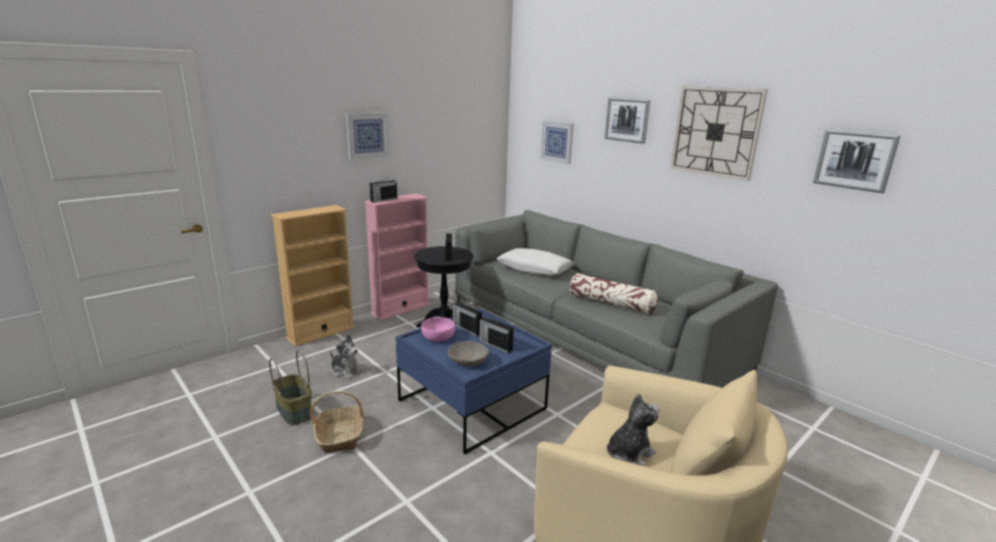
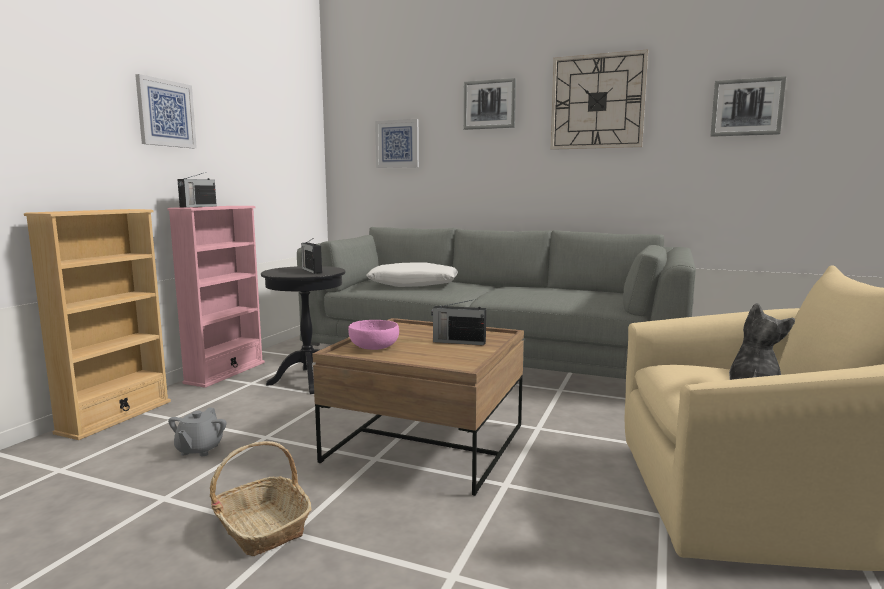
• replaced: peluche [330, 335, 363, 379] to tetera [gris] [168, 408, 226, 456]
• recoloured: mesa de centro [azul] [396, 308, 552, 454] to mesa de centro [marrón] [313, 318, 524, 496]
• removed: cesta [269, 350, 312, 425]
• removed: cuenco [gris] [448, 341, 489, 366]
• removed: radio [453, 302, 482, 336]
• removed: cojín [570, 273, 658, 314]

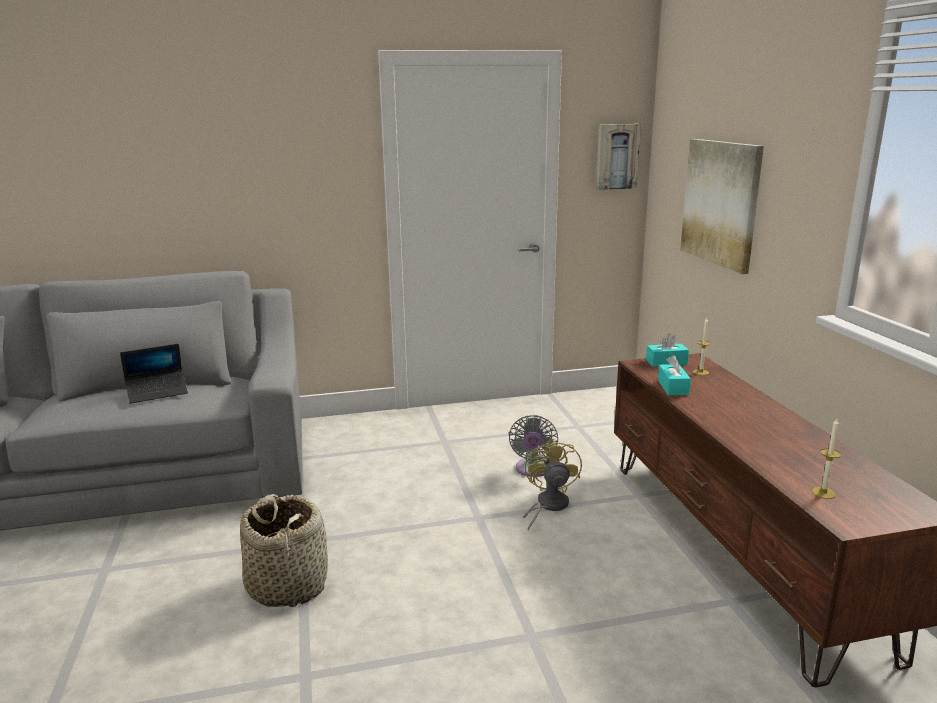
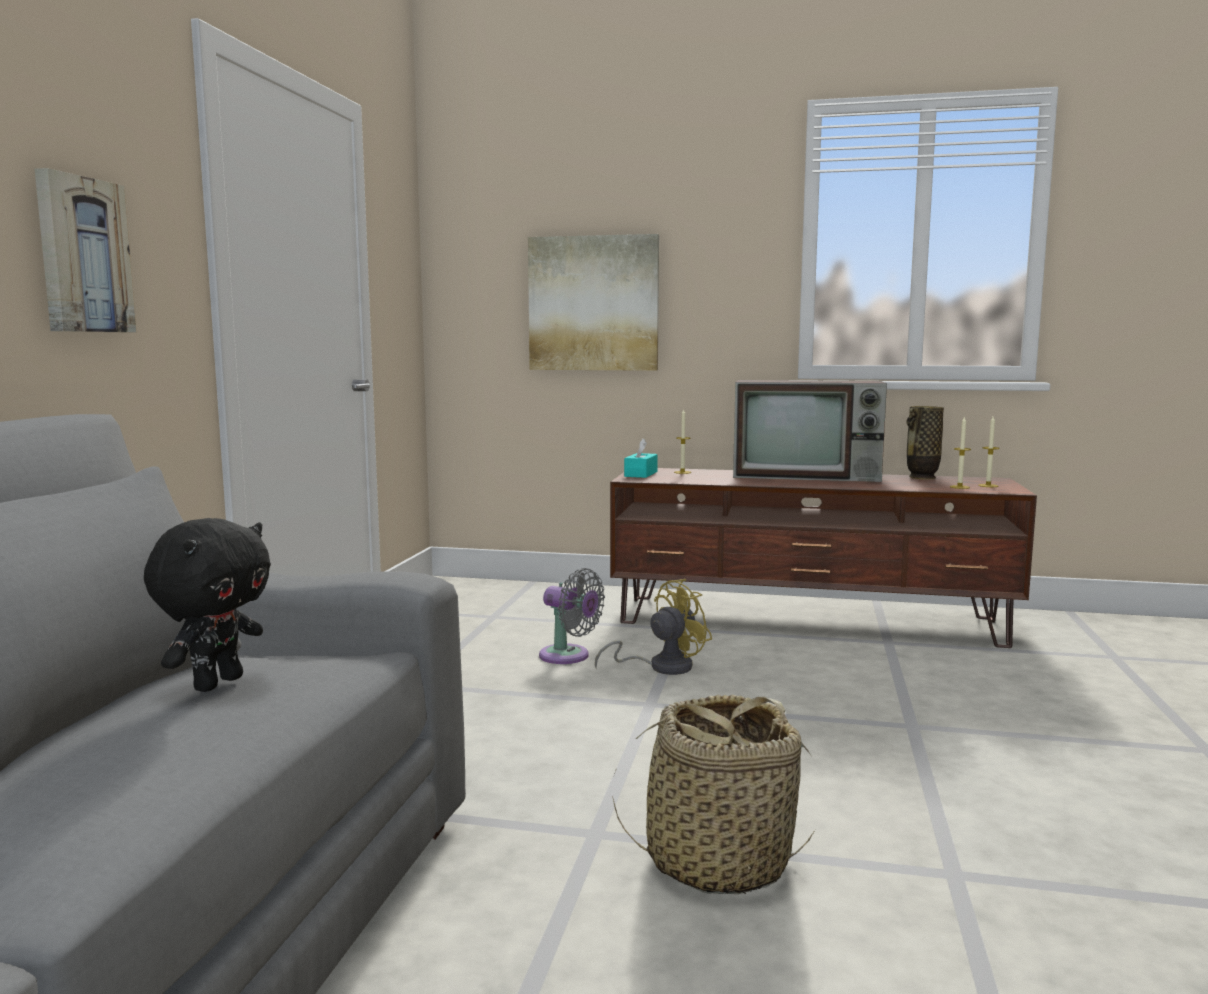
• moved: cuadro [596, 124, 641, 190] to [35, 168, 136, 332]
• replaced: portátil [120, 344, 188, 404] to peluche [negro] [144, 518, 271, 692]
• turned: ventilador [amarillo] [523, 438, 582, 531] = [595, 579, 712, 675] 120 degrees clockwise
• added: televisor [733, 380, 887, 482]
• added: florero [906, 406, 944, 480]
• added: vela [978, 416, 1000, 487]
• removed: caja de pañuelos [turquesa] [658, 355, 691, 395]

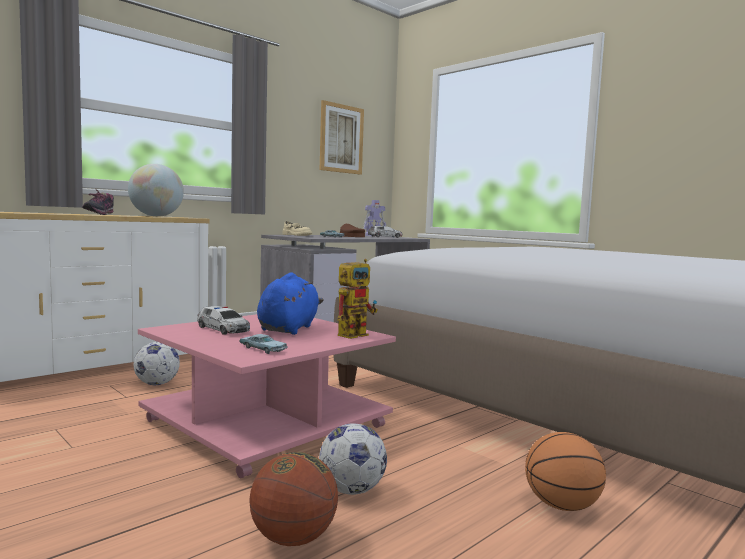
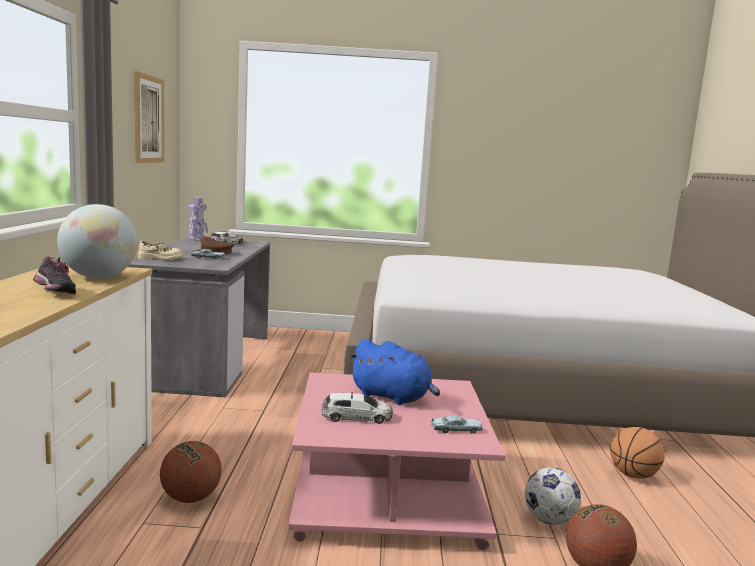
• replaced: balón de fútbol [134, 342, 180, 385] to balón de baloncesto [160, 441, 222, 503]
• turned: peluche [azul] [257, 273, 324, 335] = [349, 339, 440, 405] 150 degrees clockwise
• removed: robot de juguete [337, 259, 378, 339]

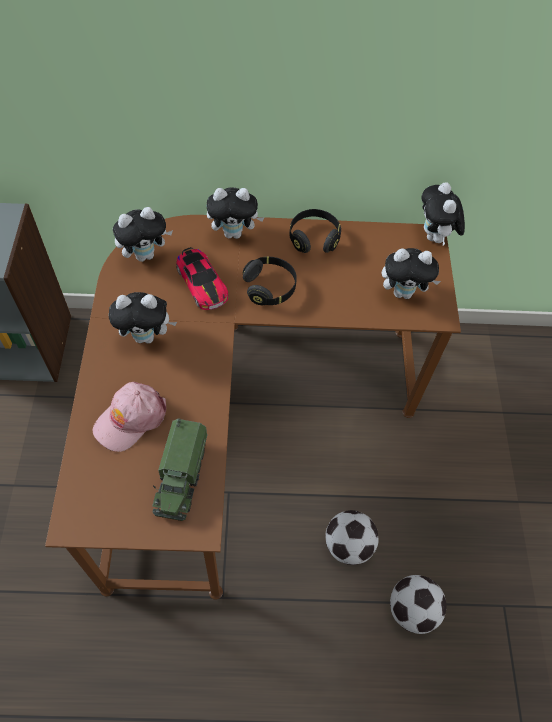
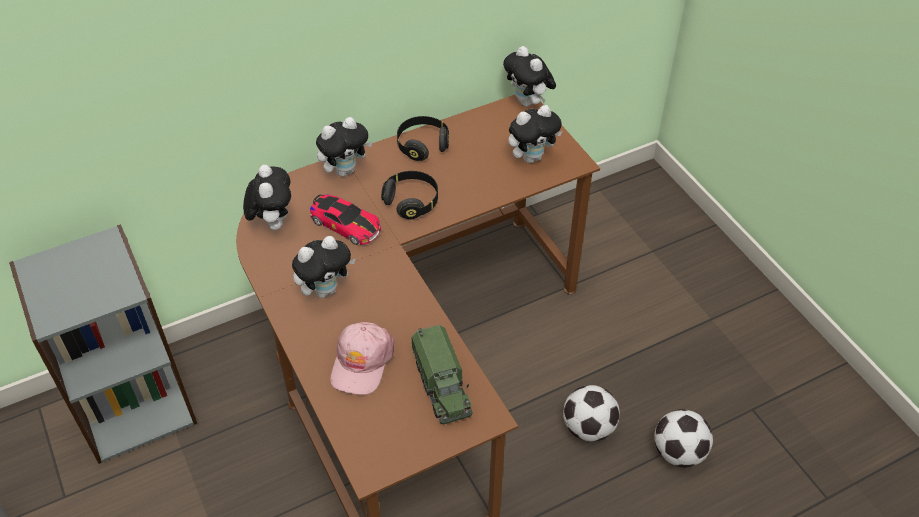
• turned: peluche [113, 207, 173, 262] = [243, 165, 291, 230] 45 degrees counterclockwise

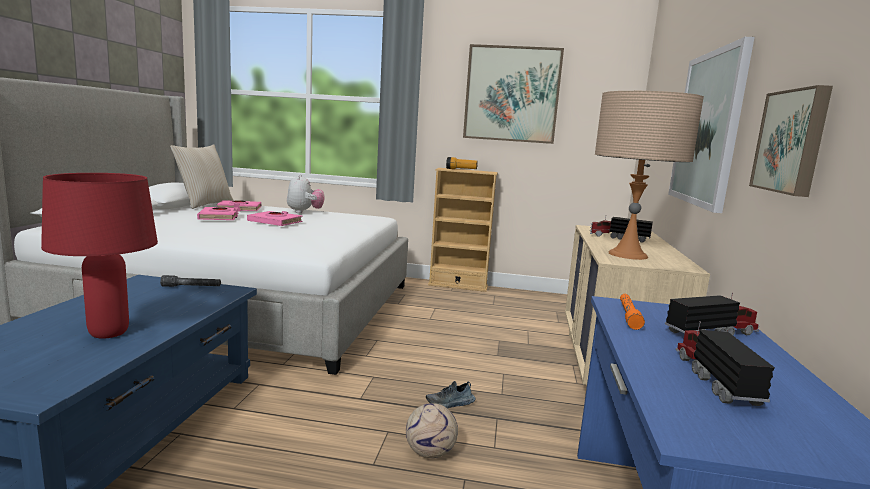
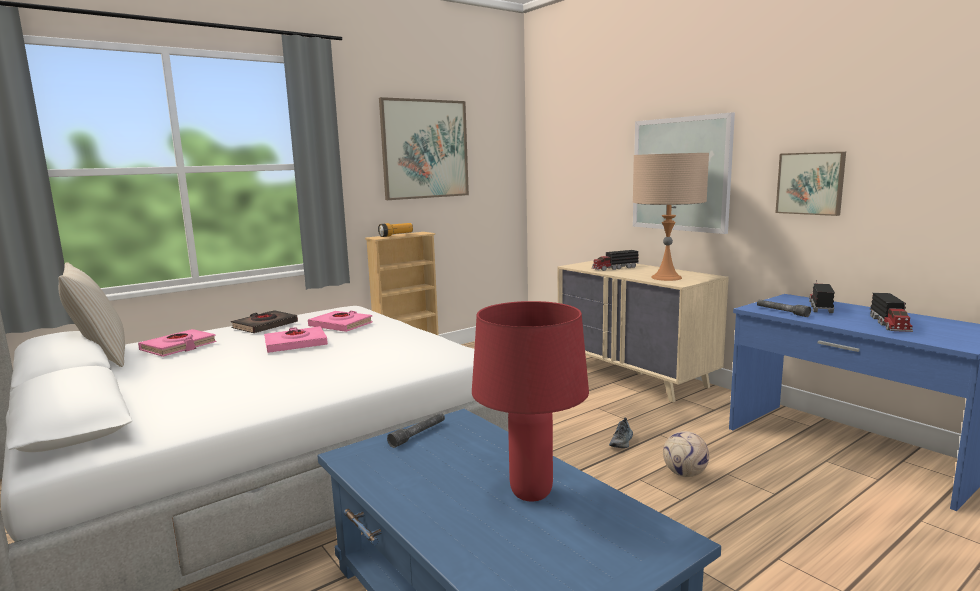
• replaced: peluche [287, 174, 325, 213] to libro [negro] [231, 310, 298, 333]
• moved: libro [rosa] [197, 207, 239, 220] to [308, 310, 373, 332]
• recoloured: linterna [naranja] [620, 294, 645, 330] to linterna [gris] [757, 300, 811, 317]
• turned: camión de juguete [676, 321, 775, 406] = [870, 293, 913, 332] 120 degrees counterclockwise

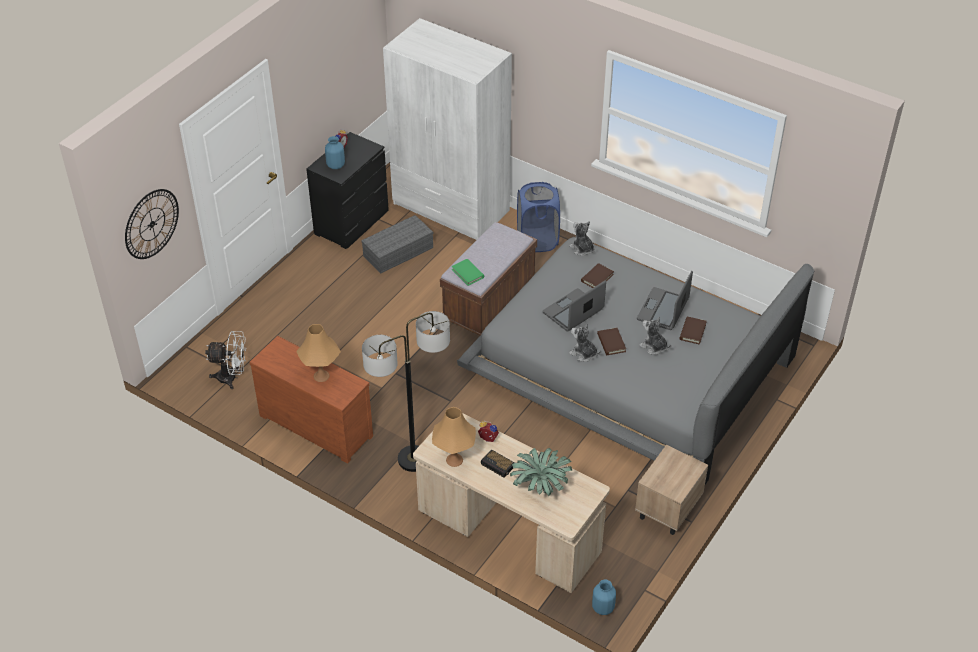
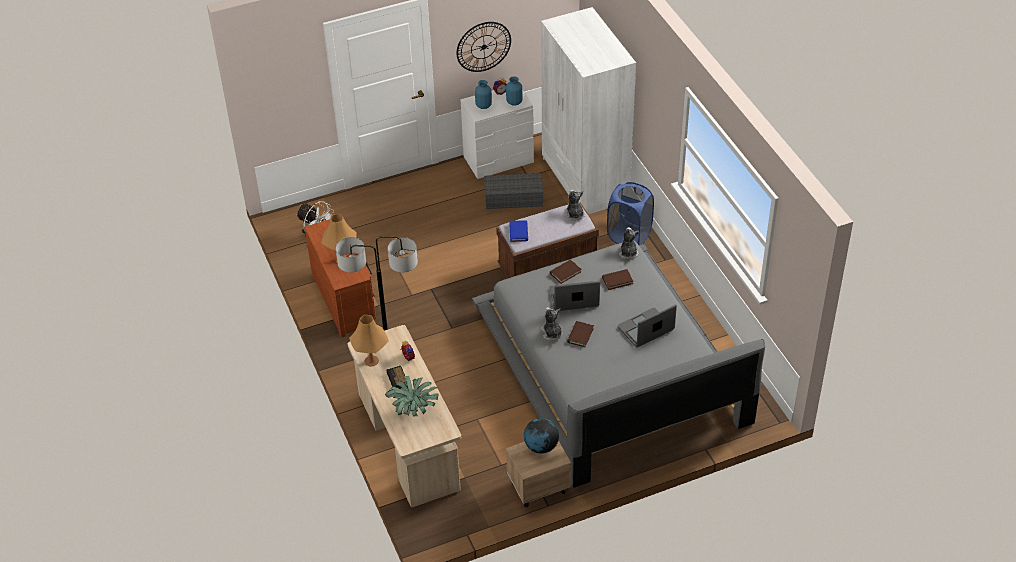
• moved: reloj de pared [125, 189, 179, 259] to [457, 22, 511, 72]
• recoloured: cómoda [negro] [306, 132, 389, 249] to cómoda [blanco] [460, 90, 534, 179]
• moved: florero [azul] [592, 580, 616, 615] to [506, 76, 523, 105]
• recoloured: libro [verde] [451, 259, 484, 286] to libro [azul] [509, 220, 528, 242]
• added: globo terráqueo [524, 418, 559, 454]
• moved: libro [marrón] [680, 316, 707, 345] to [550, 259, 581, 284]
• moved: peluche [639, 317, 671, 355] to [565, 190, 585, 221]

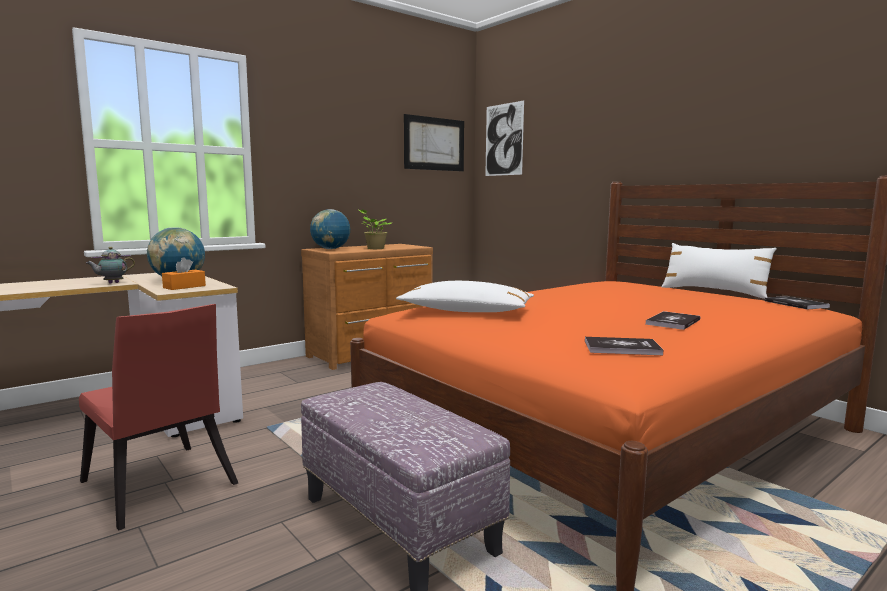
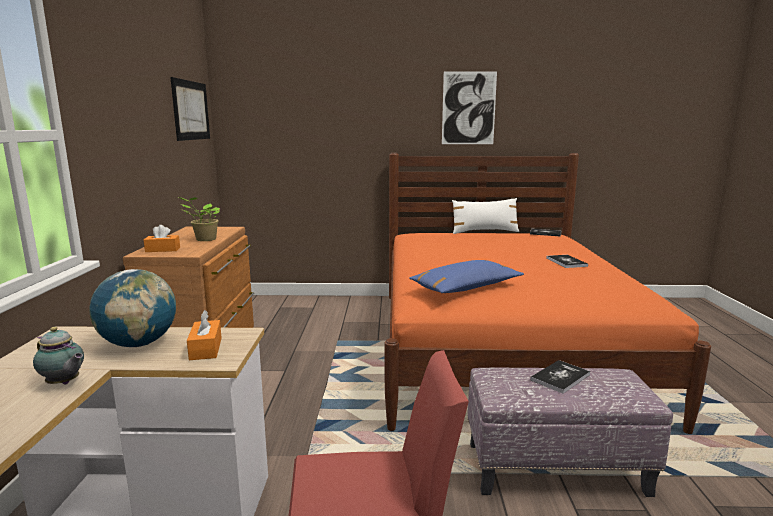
• turned: tetera [86, 247, 135, 284] = [33, 327, 84, 384] 60 degrees counterclockwise
• replaced: globo terráqueo [310, 209, 350, 249] to caja de pañuelos [naranja] [144, 225, 180, 252]
• recoloured: cojín [blanco] [396, 281, 534, 312] to cojín [azul] [409, 260, 524, 293]
• moved: cuadro [485, 101, 524, 176] to [442, 72, 497, 144]
• moved: libro [585, 337, 664, 355] to [531, 360, 590, 394]

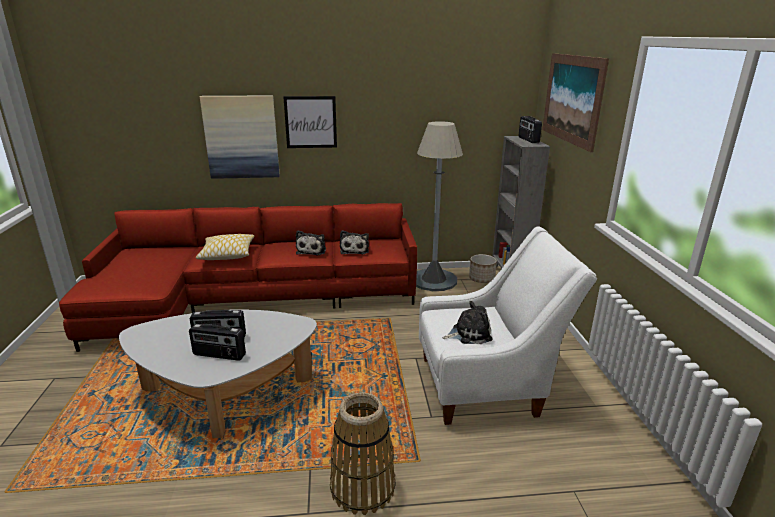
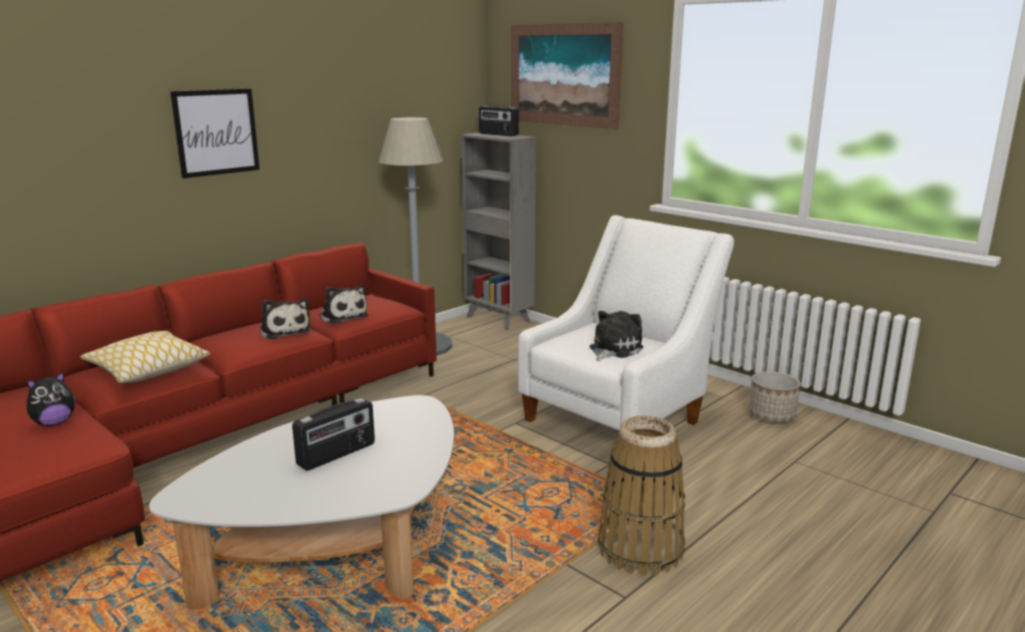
• added: peluche [27, 371, 75, 426]
• moved: maceta [469, 254, 497, 283] to [749, 371, 800, 423]
• removed: radio [189, 324, 246, 361]
• removed: cuadro [200, 96, 280, 179]

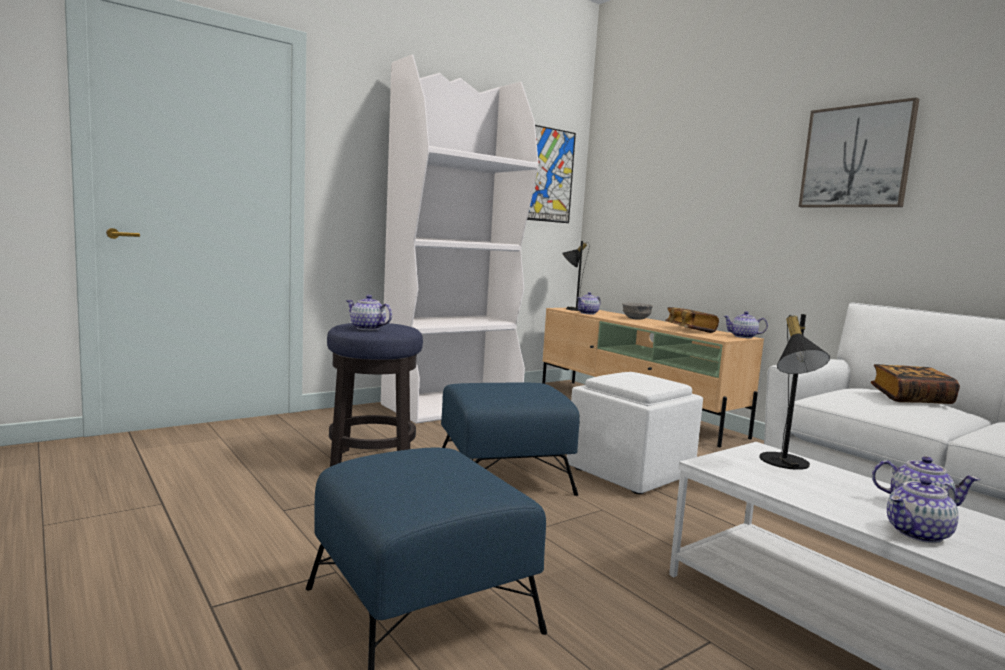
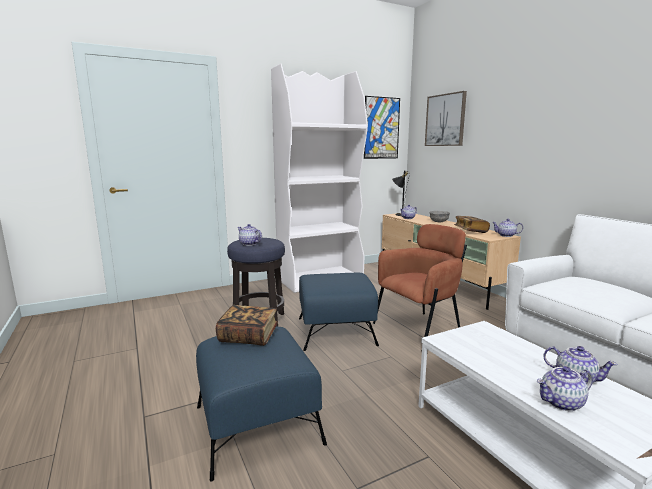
• moved: libro [871, 364, 960, 404] to [216, 305, 278, 346]
• replaced: puf [blanco] [567, 372, 703, 494] to sillón [marrón] [373, 224, 467, 351]
• moved: cuadro [799, 97, 919, 207] to [425, 91, 467, 146]
• removed: lámpara de mesa [negro] [759, 314, 830, 470]

